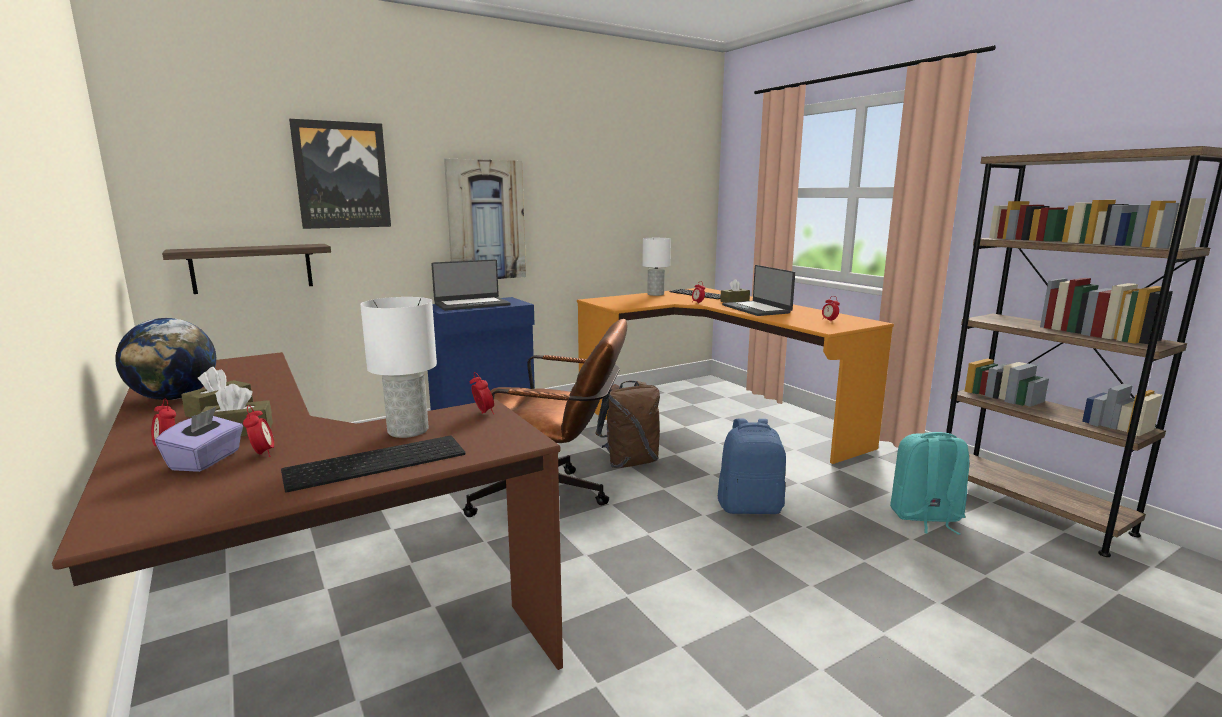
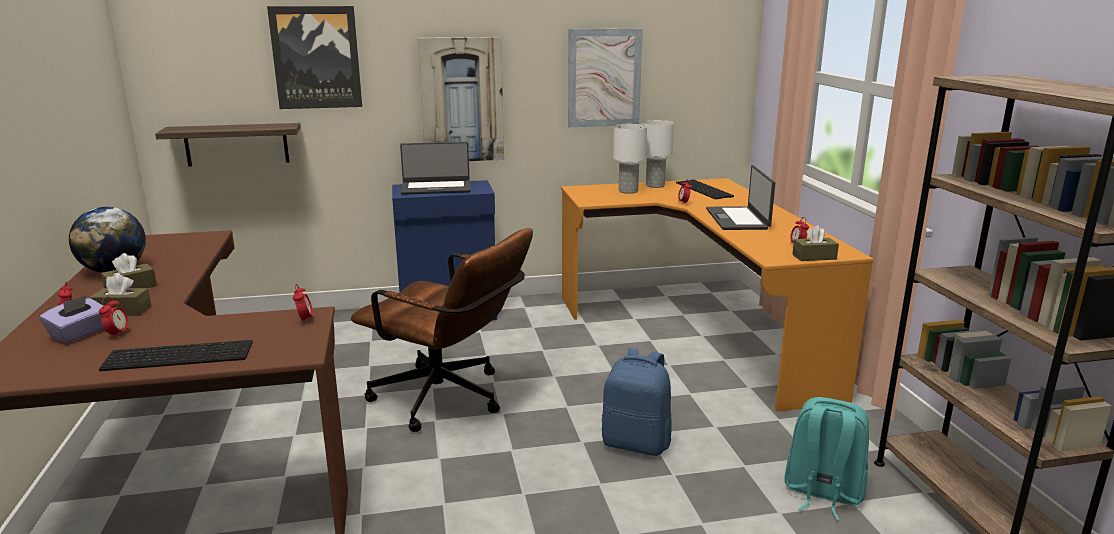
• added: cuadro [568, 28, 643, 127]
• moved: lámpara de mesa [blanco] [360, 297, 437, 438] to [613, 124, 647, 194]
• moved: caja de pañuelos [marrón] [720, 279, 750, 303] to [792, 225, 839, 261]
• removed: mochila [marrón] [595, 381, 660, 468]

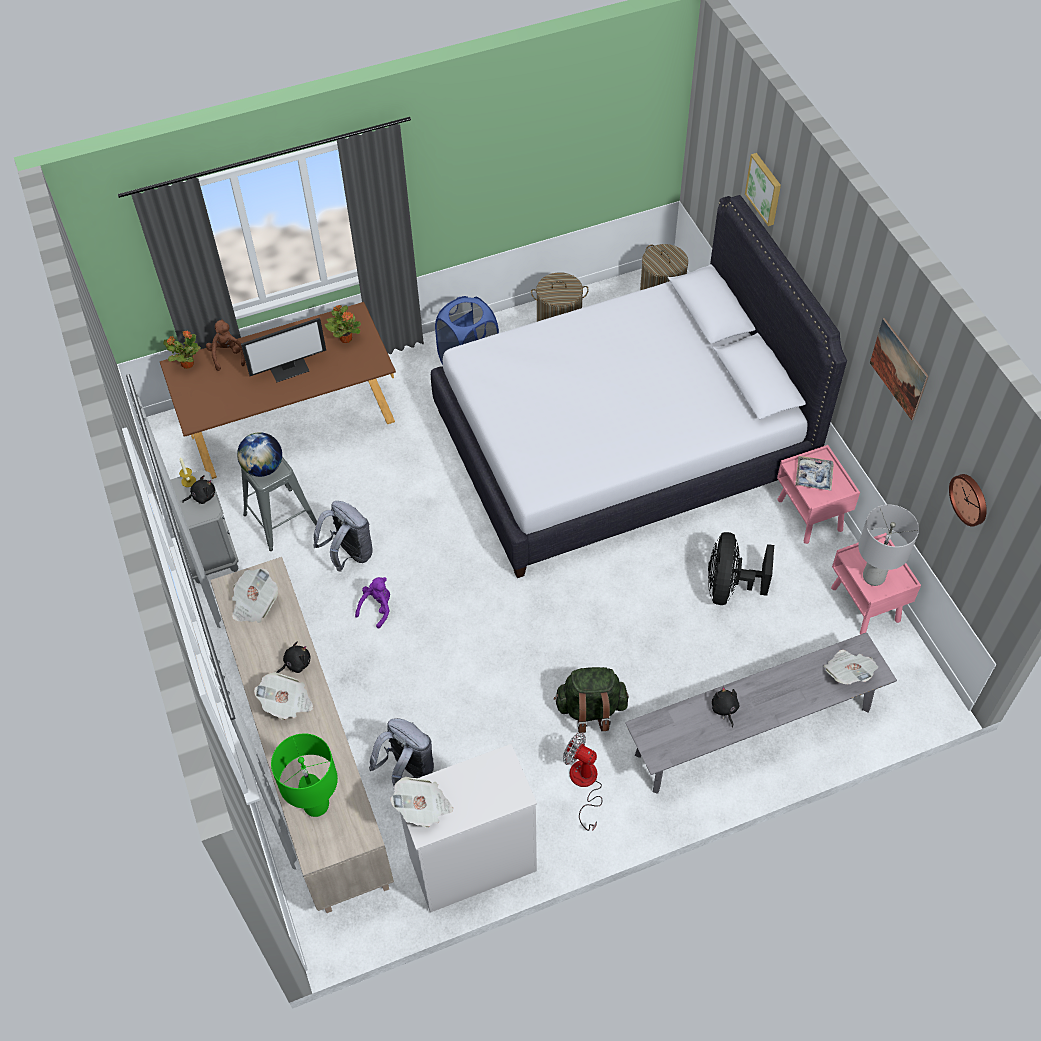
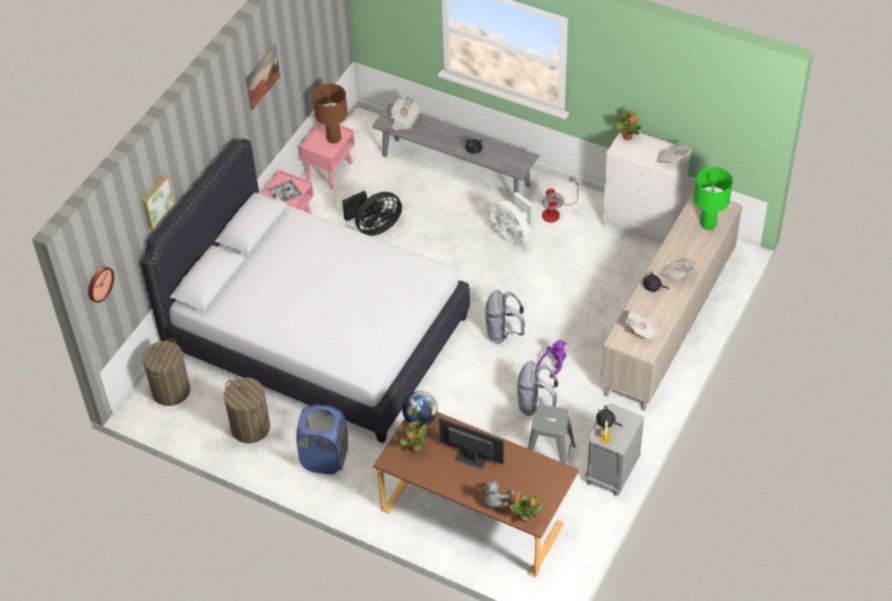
• moved: reloj de pared [949, 474, 987, 527] to [88, 267, 114, 303]
• recoloured: lámpara de mesa [gris] [858, 505, 919, 586] to lámpara de mesa [marrón] [313, 84, 348, 143]
• moved: globo terráqueo [237, 432, 282, 477] to [402, 391, 438, 427]
• recoloured: peluche [marrón] [206, 319, 245, 371] to peluche [gris] [484, 481, 515, 509]
• moved: mochila [gris] [369, 718, 434, 786] to [485, 290, 525, 344]
• replaced: mochila [verde] [554, 667, 629, 733] to ventilador [blanco] [489, 192, 535, 246]
• turned: peluche [morado] [355, 577, 390, 629] = [537, 340, 566, 378] 150 degrees clockwise
• added: planta en maceta [614, 110, 641, 140]

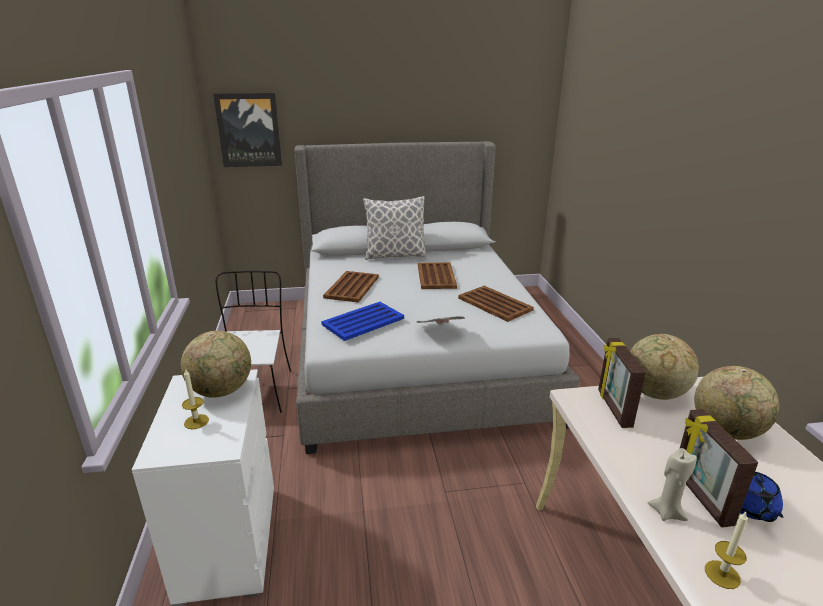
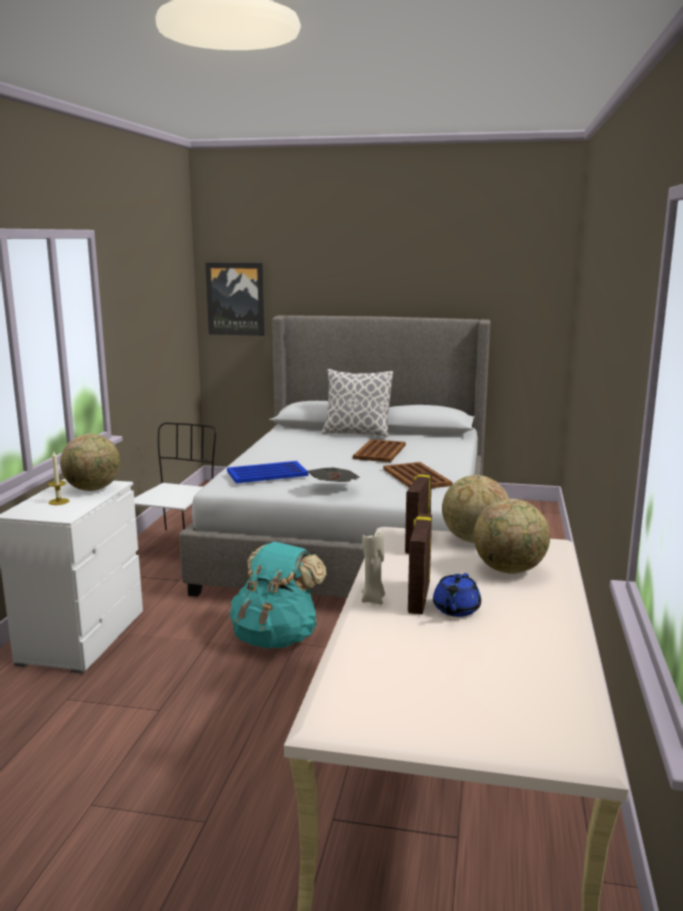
• added: mochila [turquesa] [230, 541, 326, 649]
• removed: bandeja [marrón] [323, 271, 379, 303]
• removed: vela [705, 512, 748, 589]

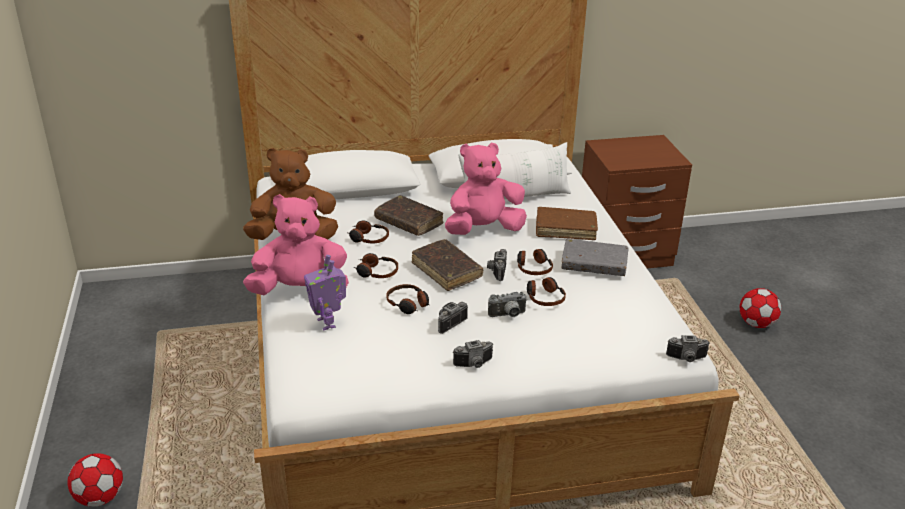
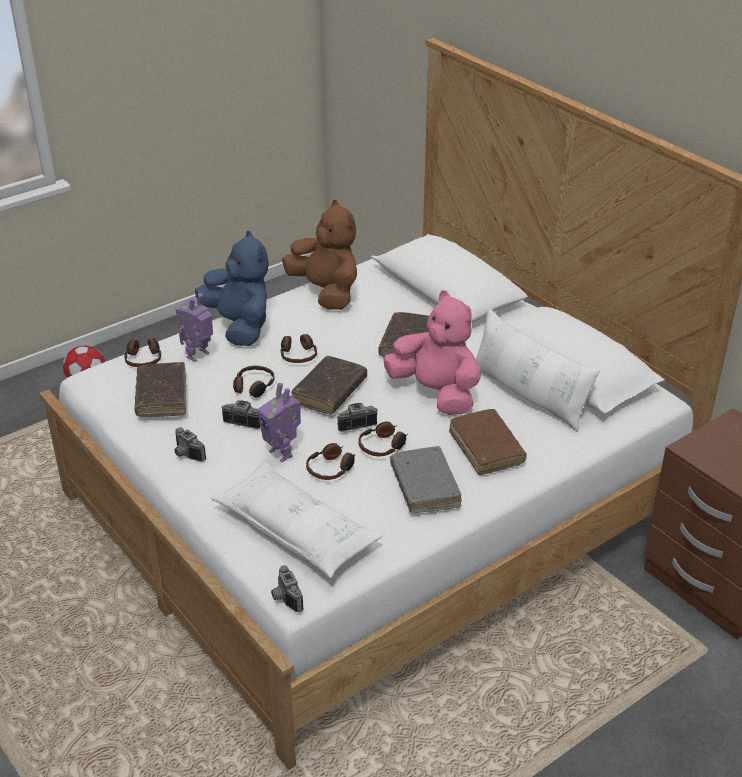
• moved: auriculares [348, 220, 389, 244] to [124, 338, 161, 367]
• added: libro [marrón] [134, 362, 186, 417]
• recoloured: peluche [rosa] [243, 194, 349, 295] to peluche [azul] [195, 231, 269, 346]
• added: cojín [blanco] [210, 462, 383, 578]
• replaced: cámara [488, 292, 527, 317] to robot de juguete [257, 383, 301, 462]
• removed: balón de fútbol [739, 288, 781, 328]

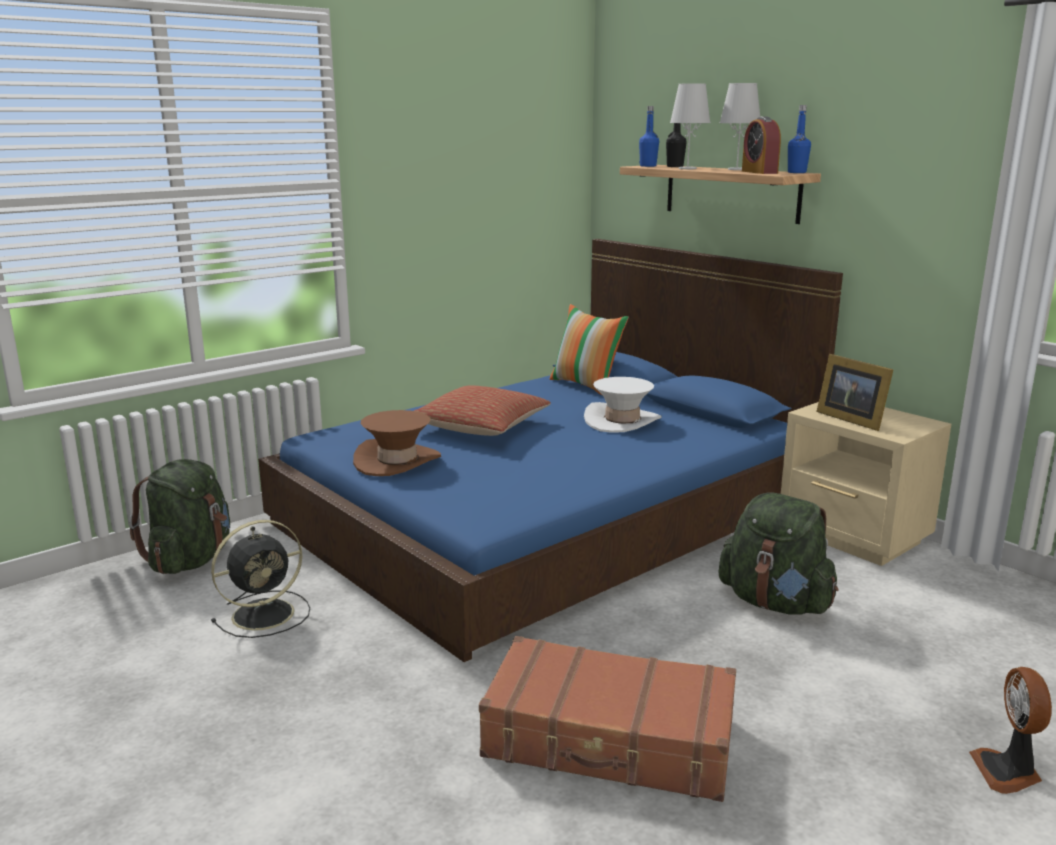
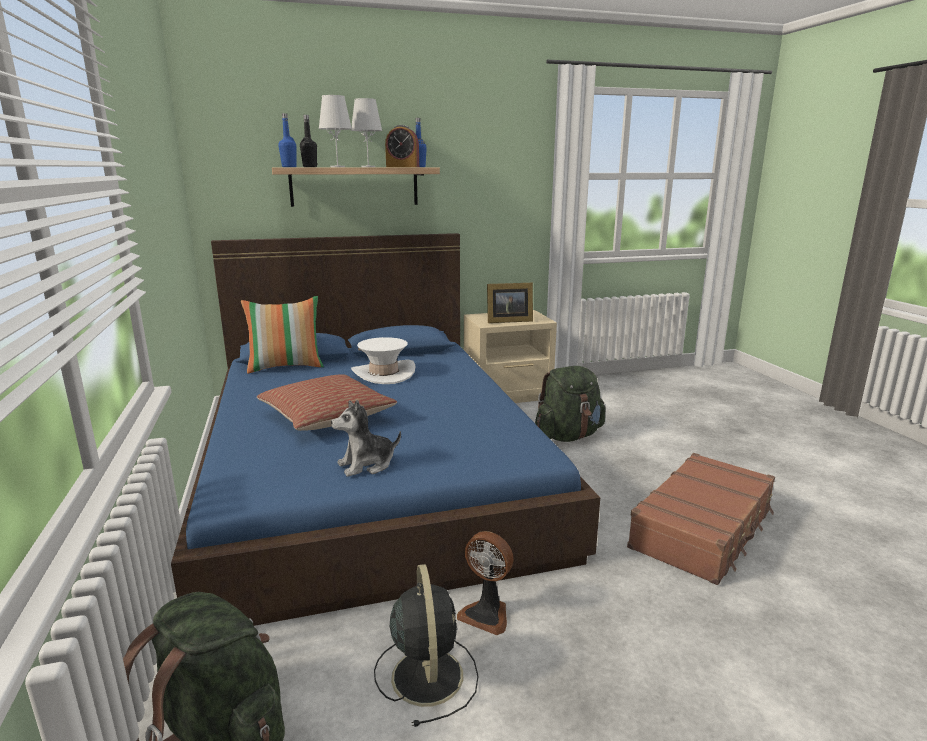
• replaced: sombrero [marrón] [353, 410, 441, 476] to peluche [331, 400, 401, 477]
• moved: ventilador [969, 667, 1052, 794] to [457, 531, 513, 635]

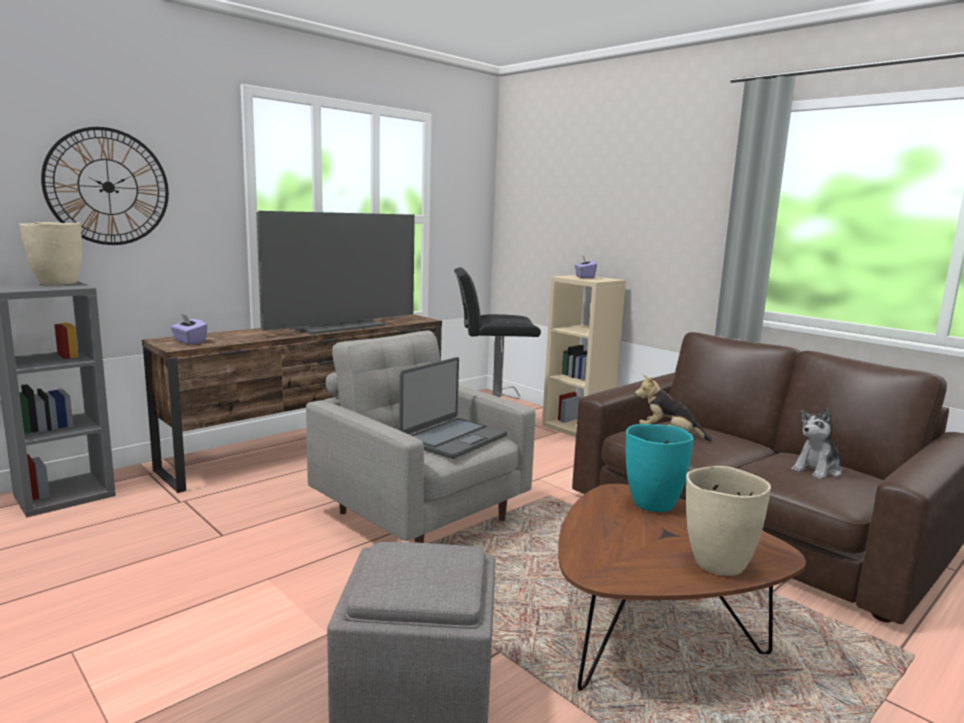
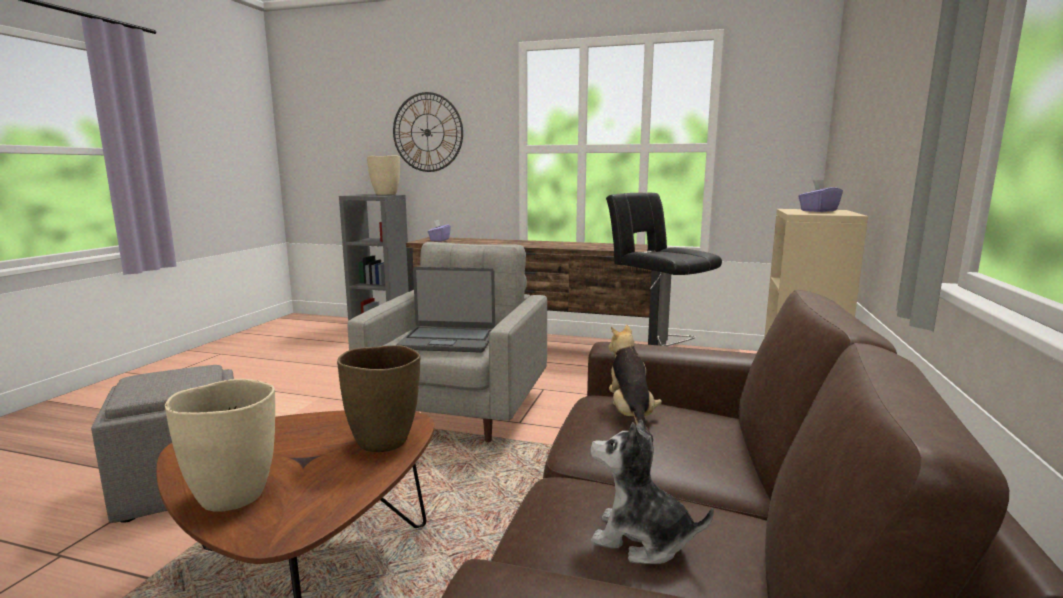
• recoloured: florero [turquesa] [626, 424, 694, 512] to florero [marrón] [337, 345, 421, 452]
• removed: televisor [256, 211, 415, 335]

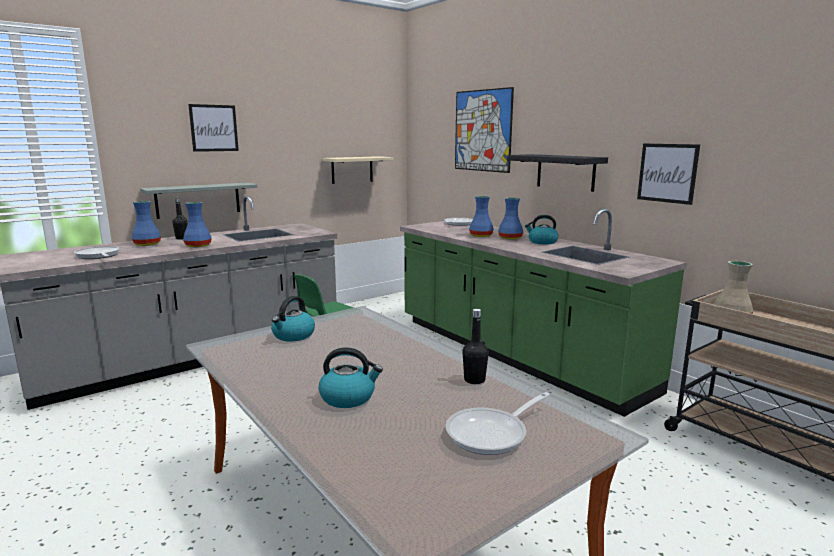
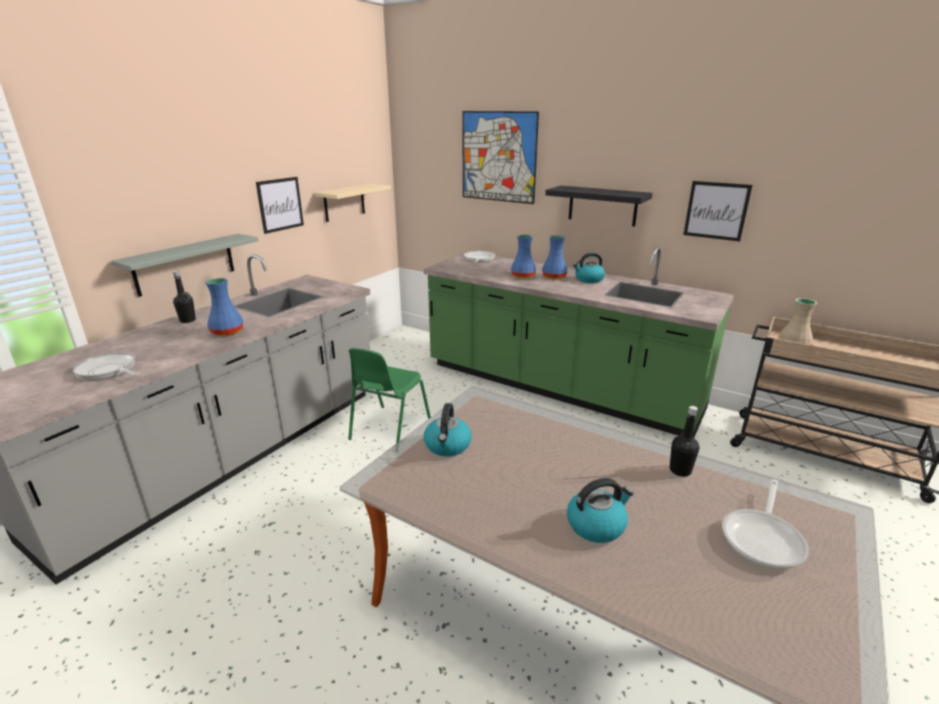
• moved: cuadro [188, 104, 239, 152] to [256, 177, 304, 234]
• removed: florero [azul] [132, 201, 161, 246]

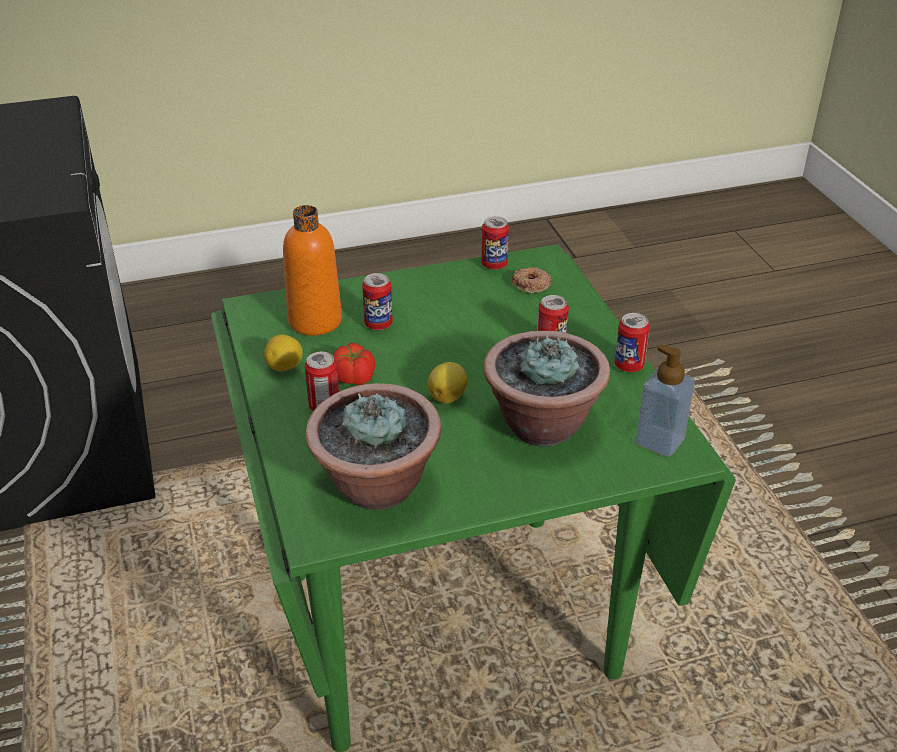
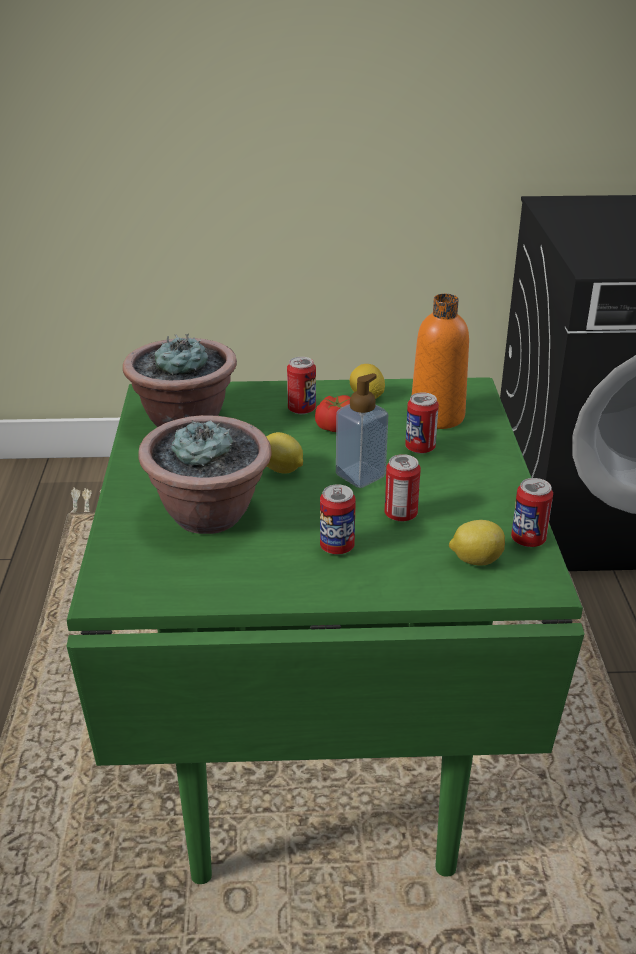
• moved: dispensador de jabón [636, 345, 695, 457] to [336, 373, 388, 488]
• moved: lata [614, 313, 650, 372] to [385, 454, 421, 522]
• replaced: rosquilla [512, 267, 551, 293] to limón [449, 520, 505, 566]

